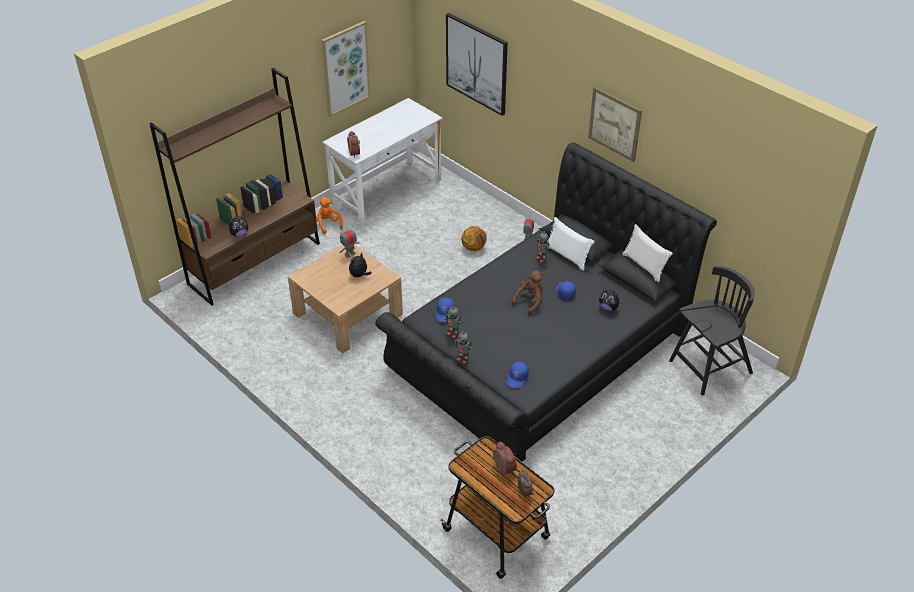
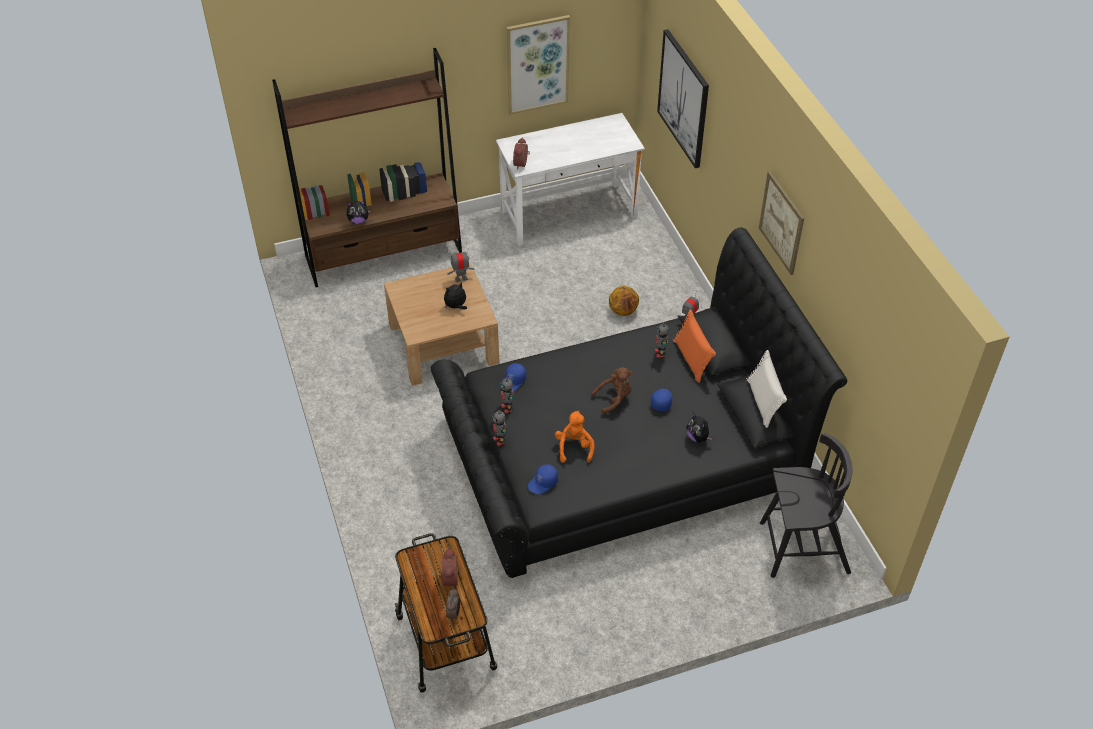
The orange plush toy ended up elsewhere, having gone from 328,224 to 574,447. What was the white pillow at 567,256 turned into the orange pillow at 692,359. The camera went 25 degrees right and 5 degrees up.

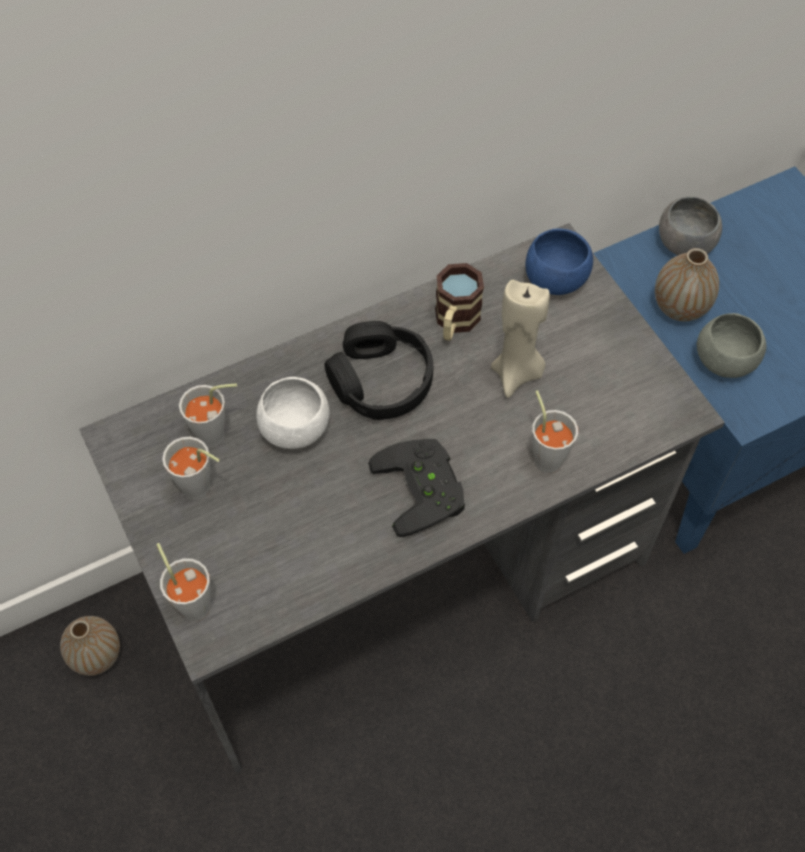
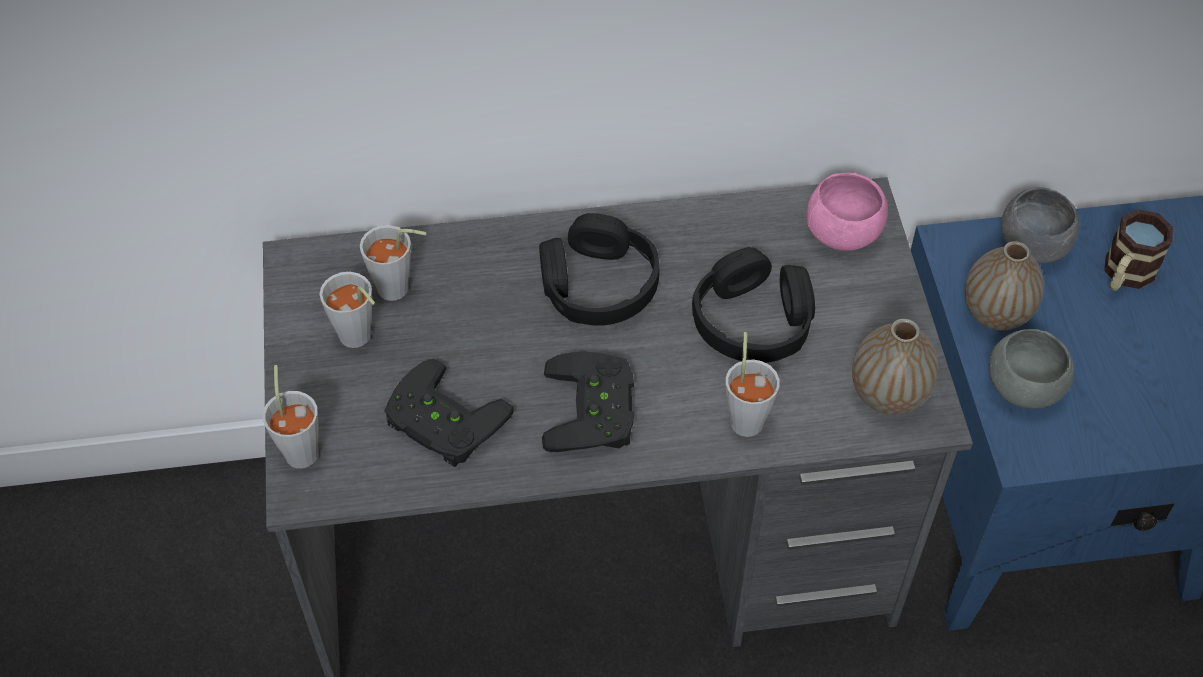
The second view lost the white bowl at 295,429. The second view gained the black game controller at 441,423. The vase ended up elsewhere, having gone from 97,656 to 888,394. The mug ended up elsewhere, having gone from 454,322 to 1124,275. Where the beige candle stood at 517,373, the black headphones came to stand at 753,320. What was the blue bowl at 556,279 turned into the pink bowl at 843,233. The camera went 20 degrees right and 5 degrees down.

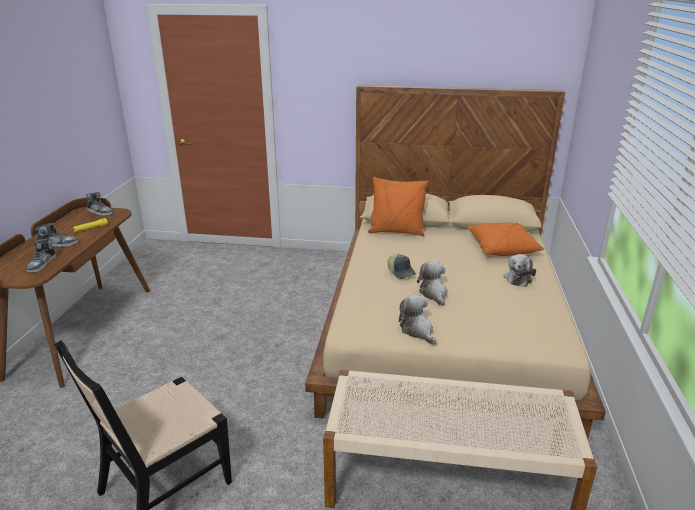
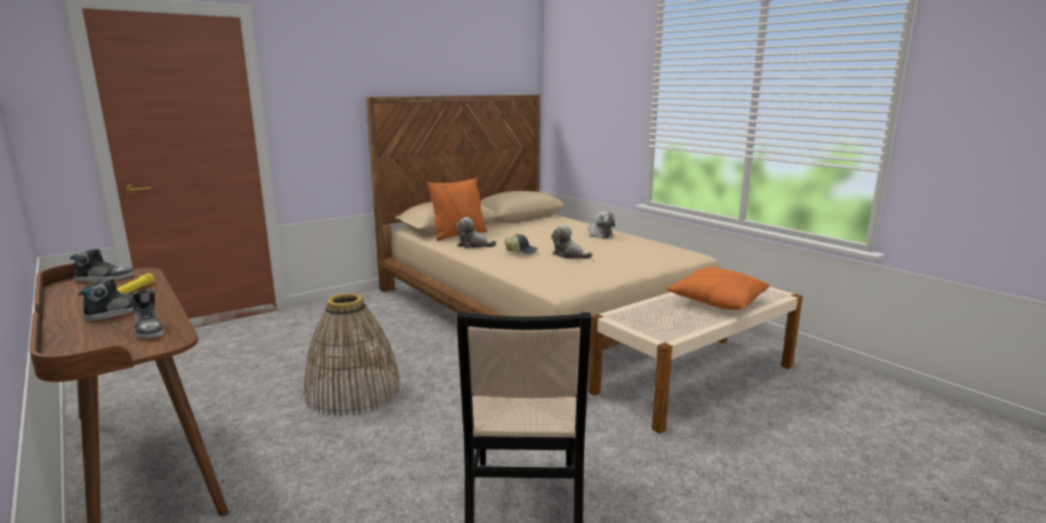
The second view gained the basket at 353,391. The plush toy ended up elsewhere, having gone from 417,330 to 473,245. The orange pillow ended up elsewhere, having gone from 501,248 to 716,302. The camera went 45 degrees left and 10 degrees down.

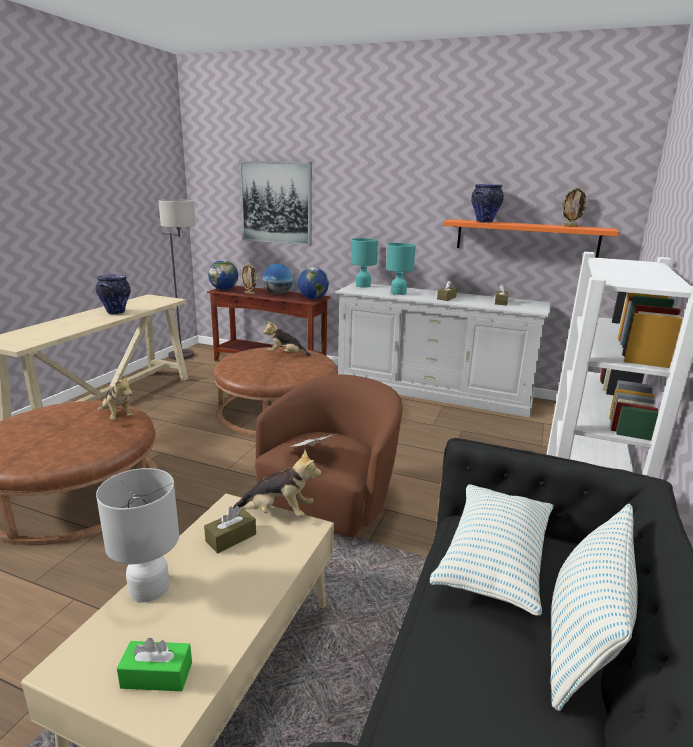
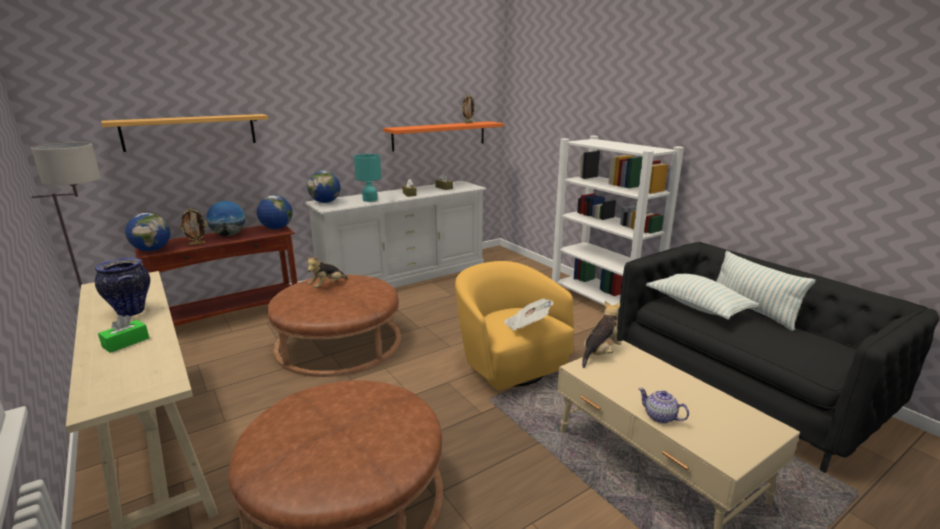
The second view lost the plush toy at 117,416. The second view lost the brown tissue box at 231,538. The second view lost the vase at 484,222. The green tissue box ended up elsewhere, having gone from 157,675 to 126,342. Where the grey table lamp stood at 148,588, the teapot came to stand at 660,417. Where the picture hung at 276,202, the shelf came to hang at 190,132. Where the turquoise table lamp stood at 363,286, the globe came to stand at 325,202. What was the brown armchair at 332,501 turned into the yellow armchair at 508,364. The camera went 55 degrees left and 0 degrees up.

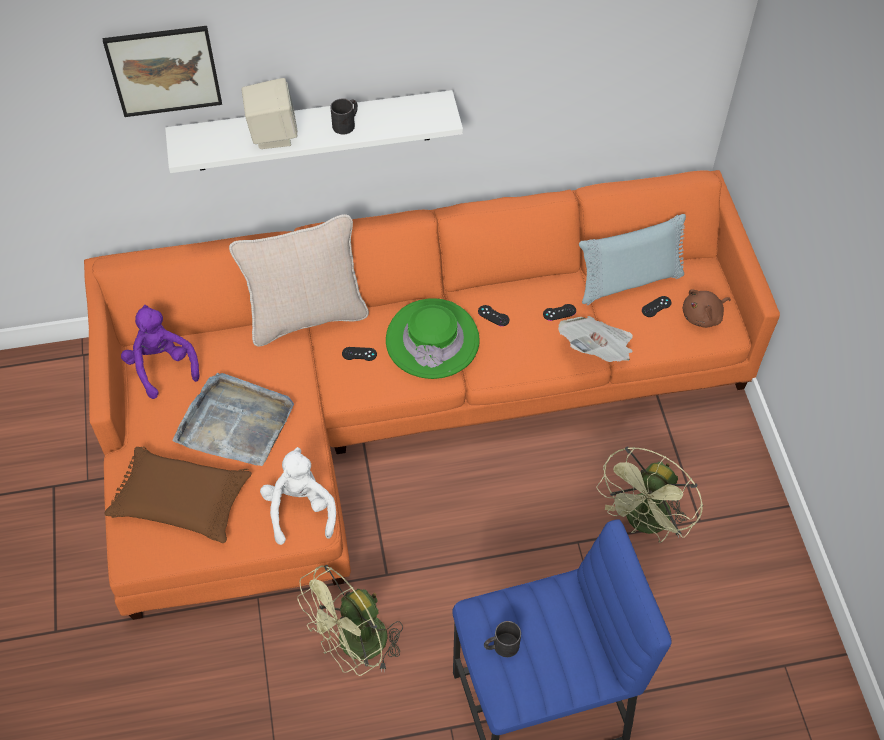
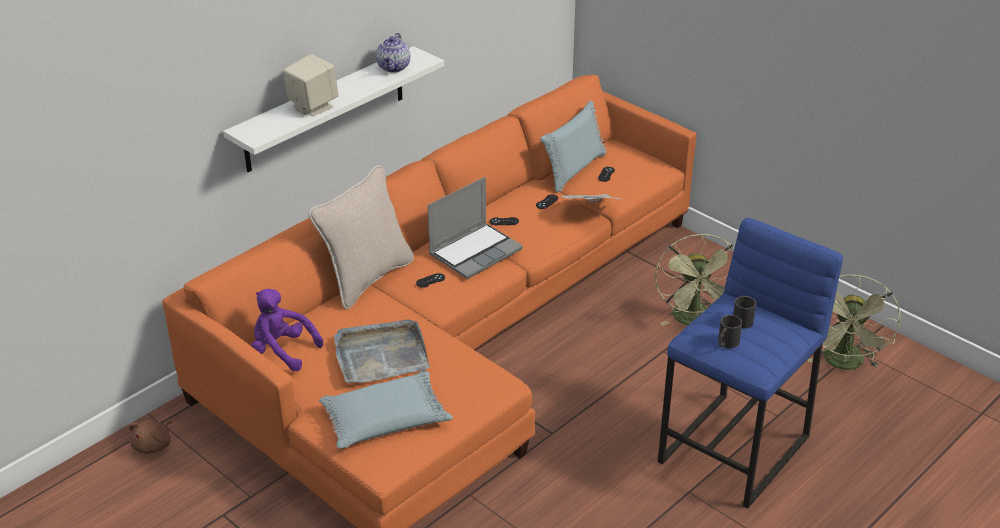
The second view lost the picture at 164,71. The second view lost the white plush toy at 300,509. The second view gained the teapot at 394,67. The green fan ended up elsewhere, having gone from 354,646 to 844,364. The black mug ended up elsewhere, having gone from 346,123 to 742,319. The brown plush toy ended up elsewhere, having gone from 703,316 to 154,445. Where the green hat stood at 432,340, the laptop came to stand at 475,251. What was the brown pillow at 181,498 turned into the blue pillow at 385,416. The camera went 35 degrees left and 20 degrees down.

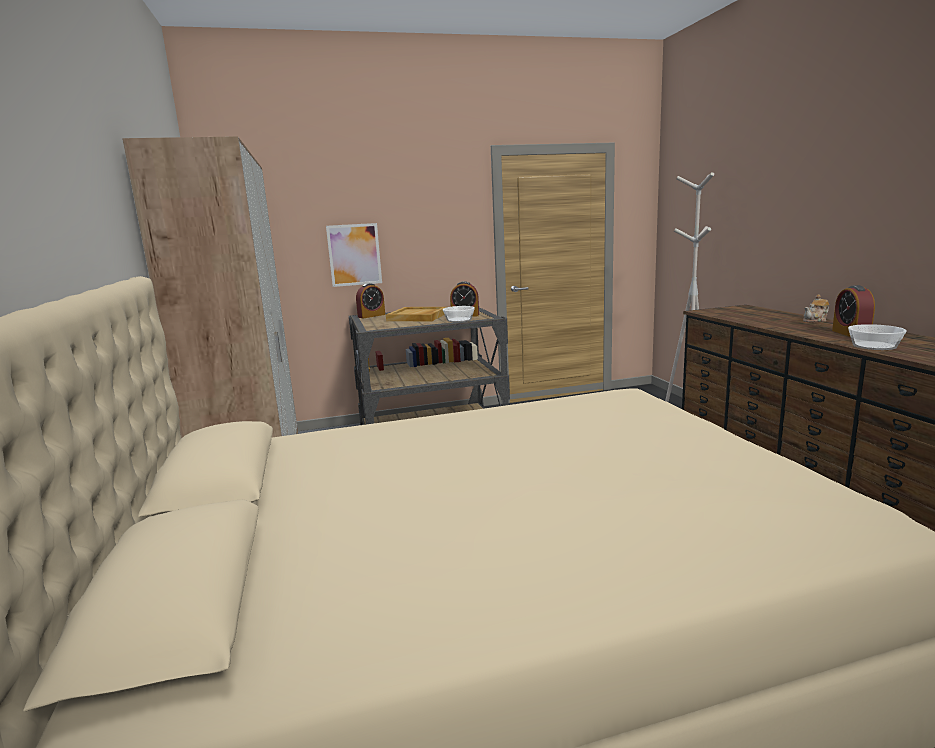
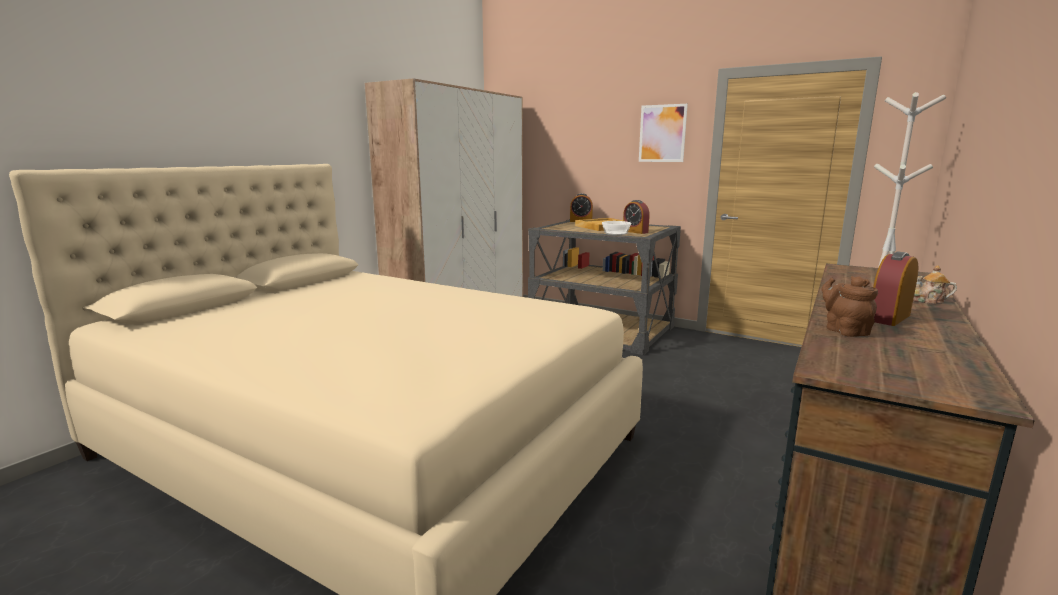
The picture ended up elsewhere, having gone from 354,255 to 662,133. Where the bowl stood at 874,346, the brown teapot came to stand at 844,330. The camera went 45 degrees right and 0 degrees up.

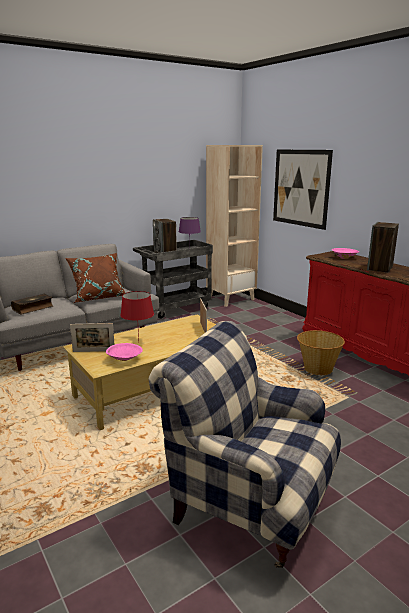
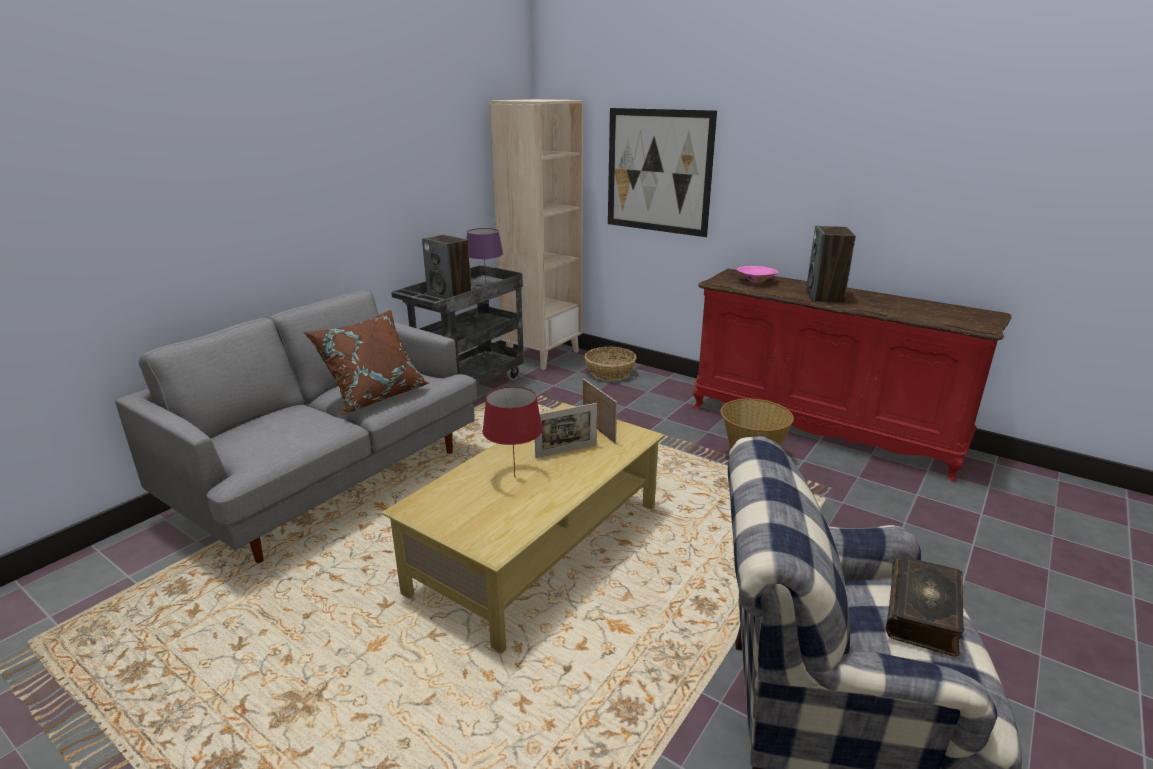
The second view lost the pink bowl at 125,359. The second view gained the basket at 610,373. The book ended up elsewhere, having gone from 33,308 to 923,614. The picture frame ended up elsewhere, having gone from 93,351 to 566,451. The camera went 20 degrees left and 5 degrees up.

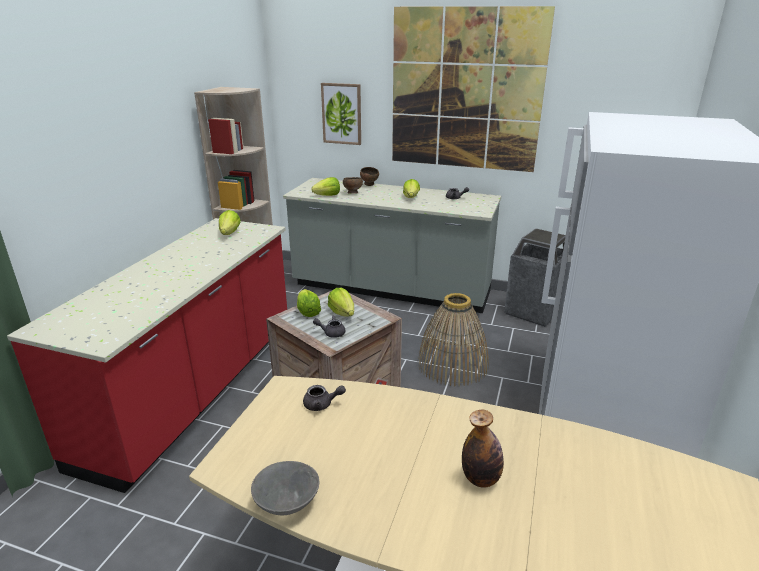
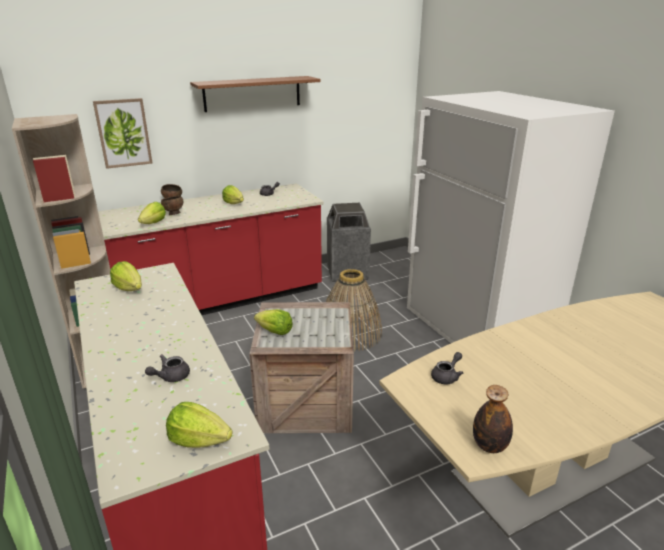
The second view lost the grey bowl at 288,504. The grey teapot ended up elsewhere, having gone from 331,333 to 170,377. The lettuce ended up elsewhere, having gone from 342,313 to 199,440. The bottle ended up elsewhere, having gone from 480,479 to 489,446. Where the picture hung at 465,91, the brown shelf came to hang at 252,93. What was the grey counter at 391,290 turned into the red counter at 223,301. The camera went 45 degrees left and 0 degrees up.

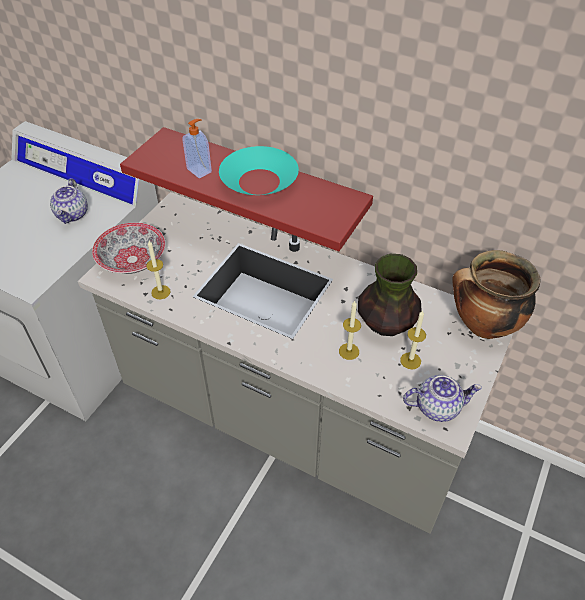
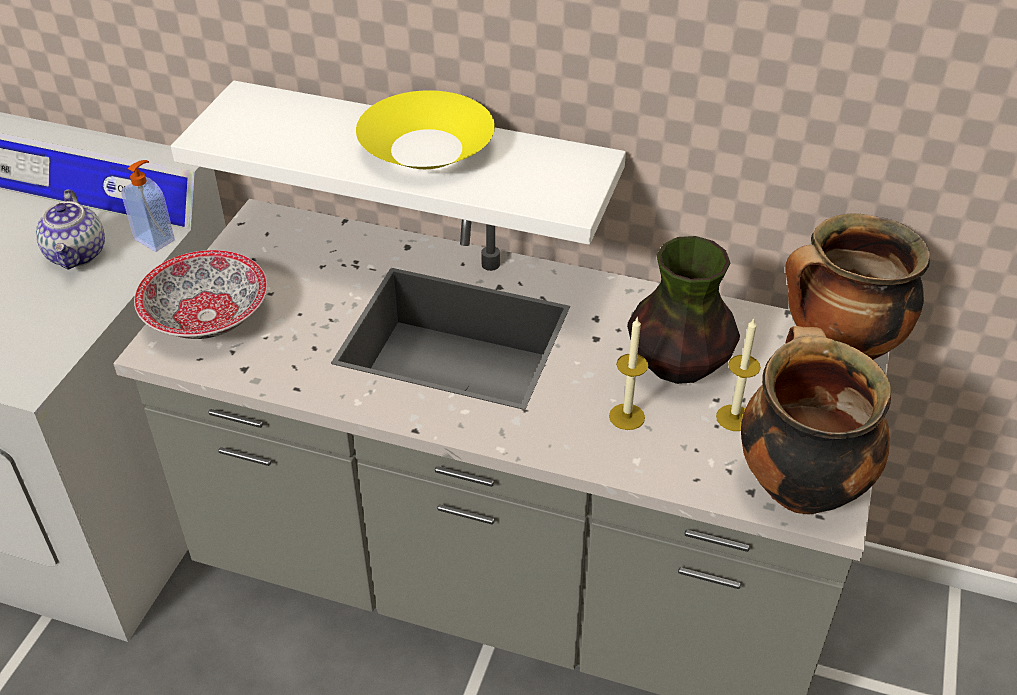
The second view lost the candle at 161,292. The soap dispenser ended up elsewhere, having gone from 200,170 to 155,239. Where the teapot stood at 437,406, the cooking pot came to stand at 798,484. What was the red shelf at 263,183 turned into the white shelf at 424,157. What was the turquoise bowl at 259,181 turned into the yellow bowl at 426,148. The camera went 10 degrees left and 5 degrees down.

